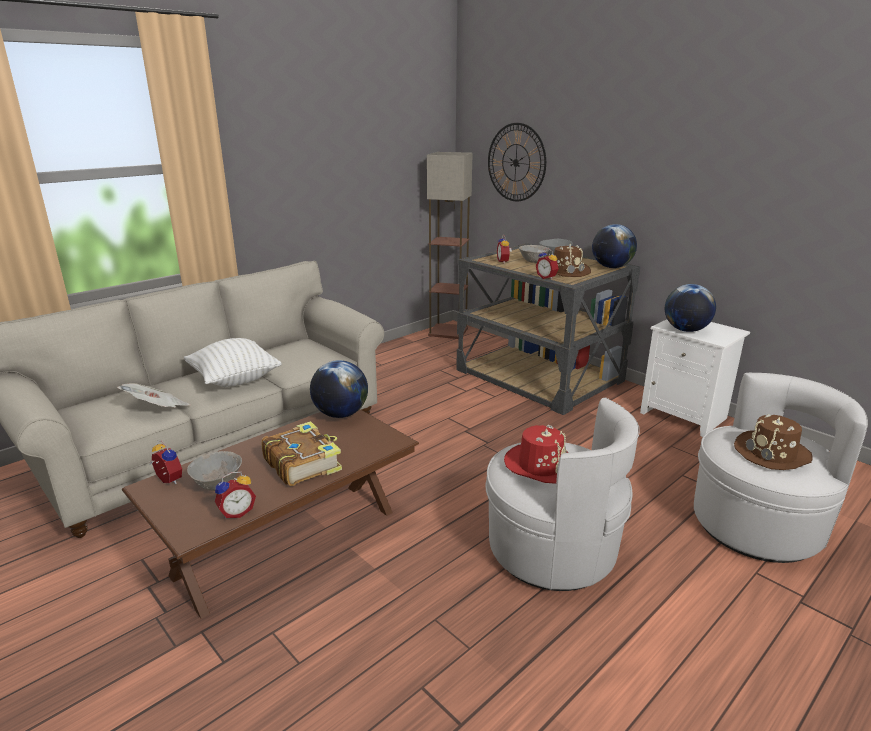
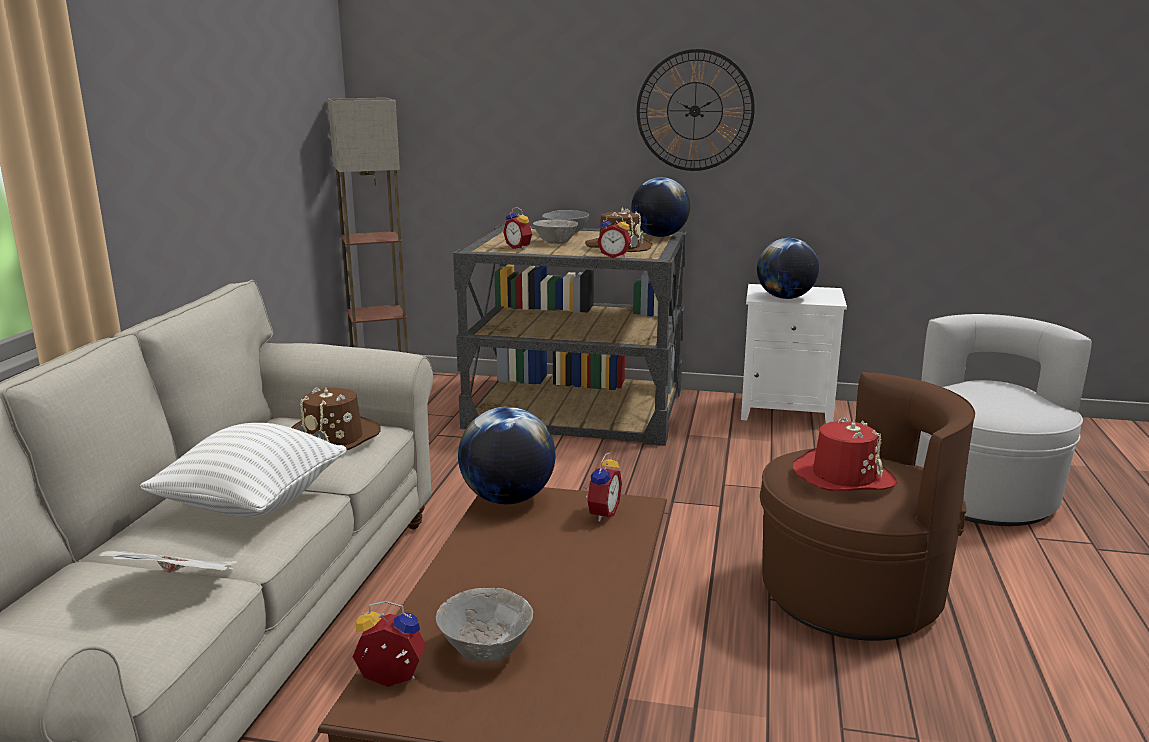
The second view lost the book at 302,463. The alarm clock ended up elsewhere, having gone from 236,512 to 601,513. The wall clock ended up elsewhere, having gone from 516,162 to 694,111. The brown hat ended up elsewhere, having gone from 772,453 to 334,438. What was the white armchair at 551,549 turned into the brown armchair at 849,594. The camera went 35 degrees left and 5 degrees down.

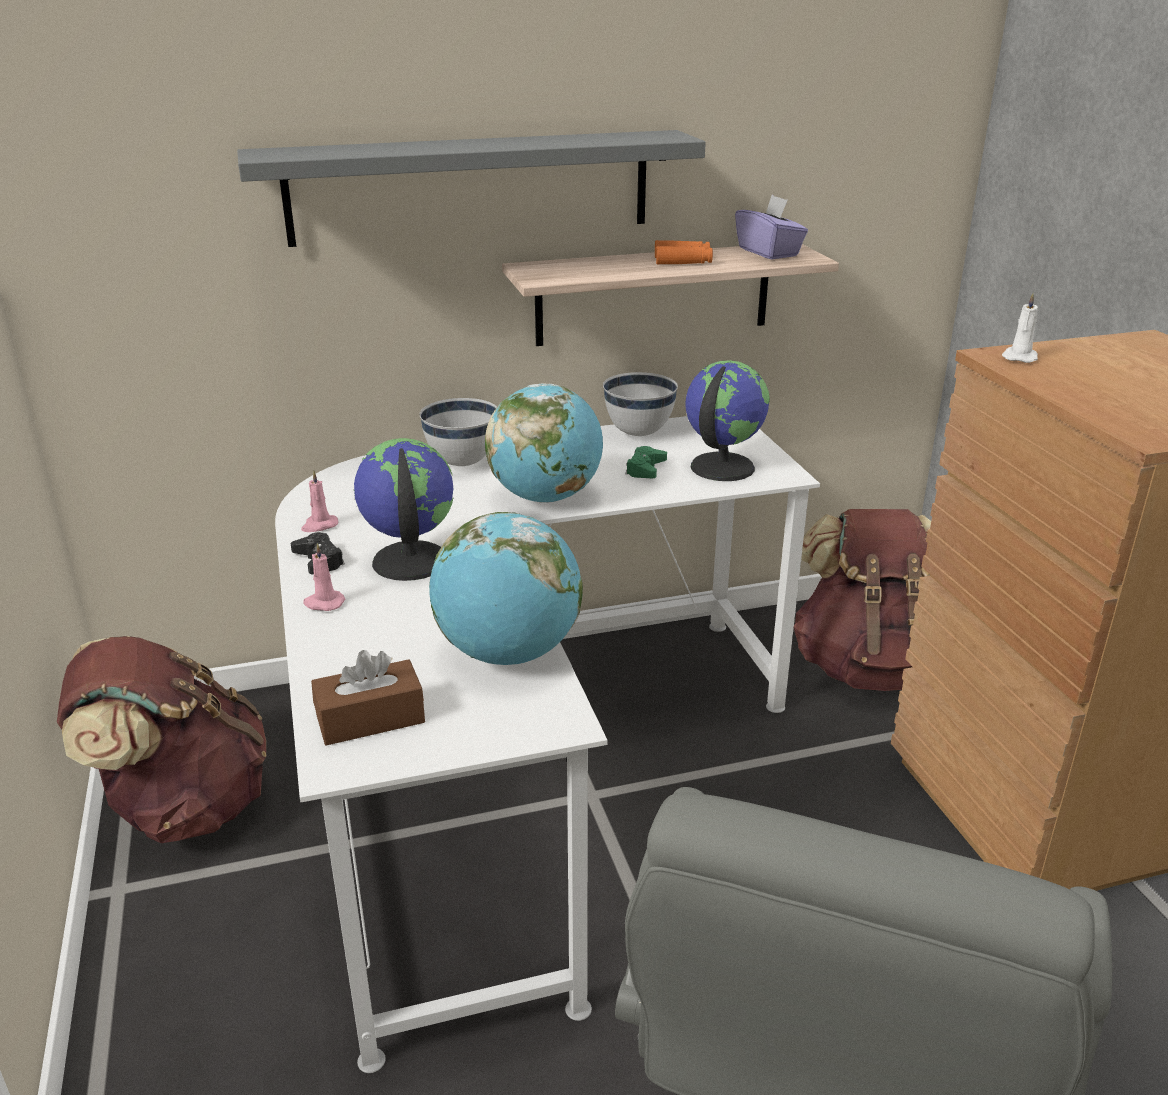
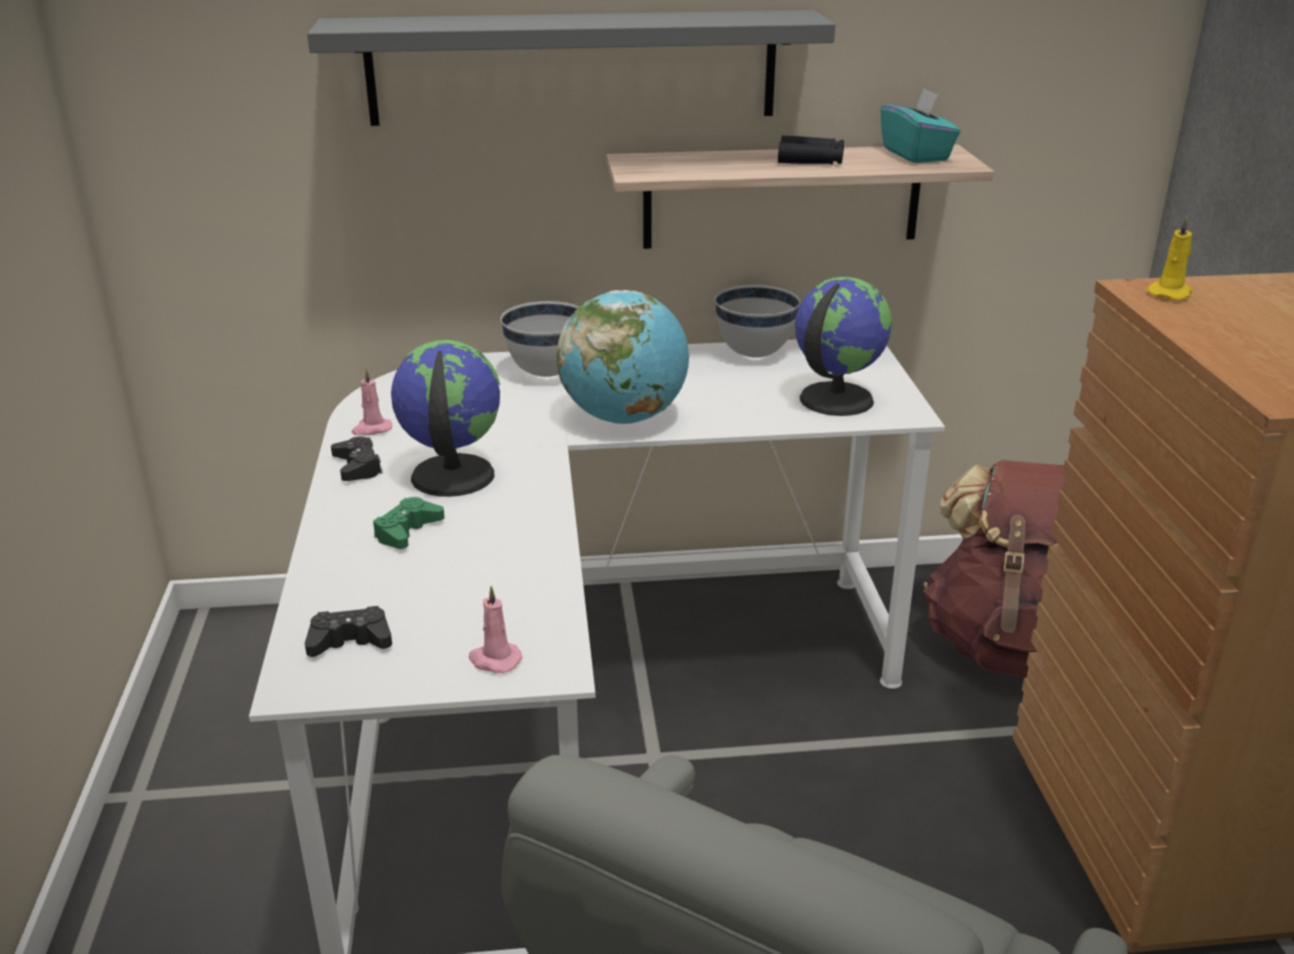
The second view lost the brown backpack at 182,806. The second view lost the globe at 508,653. The pink candle ended up elsewhere, having gone from 323,603 to 494,660. The green game controller ended up elsewhere, having gone from 645,469 to 407,531. Where the brown tissue box stood at 370,719, the black game controller came to stand at 350,641. What was the orange binoculars at 683,261 turned into the black binoculars at 810,160. What was the purple tissue box at 769,252 turned into the turquoise tissue box at 916,155. What was the white candle at 1020,357 turned into the yellow candle at 1170,293. The camera went 10 degrees right and 0 degrees up.

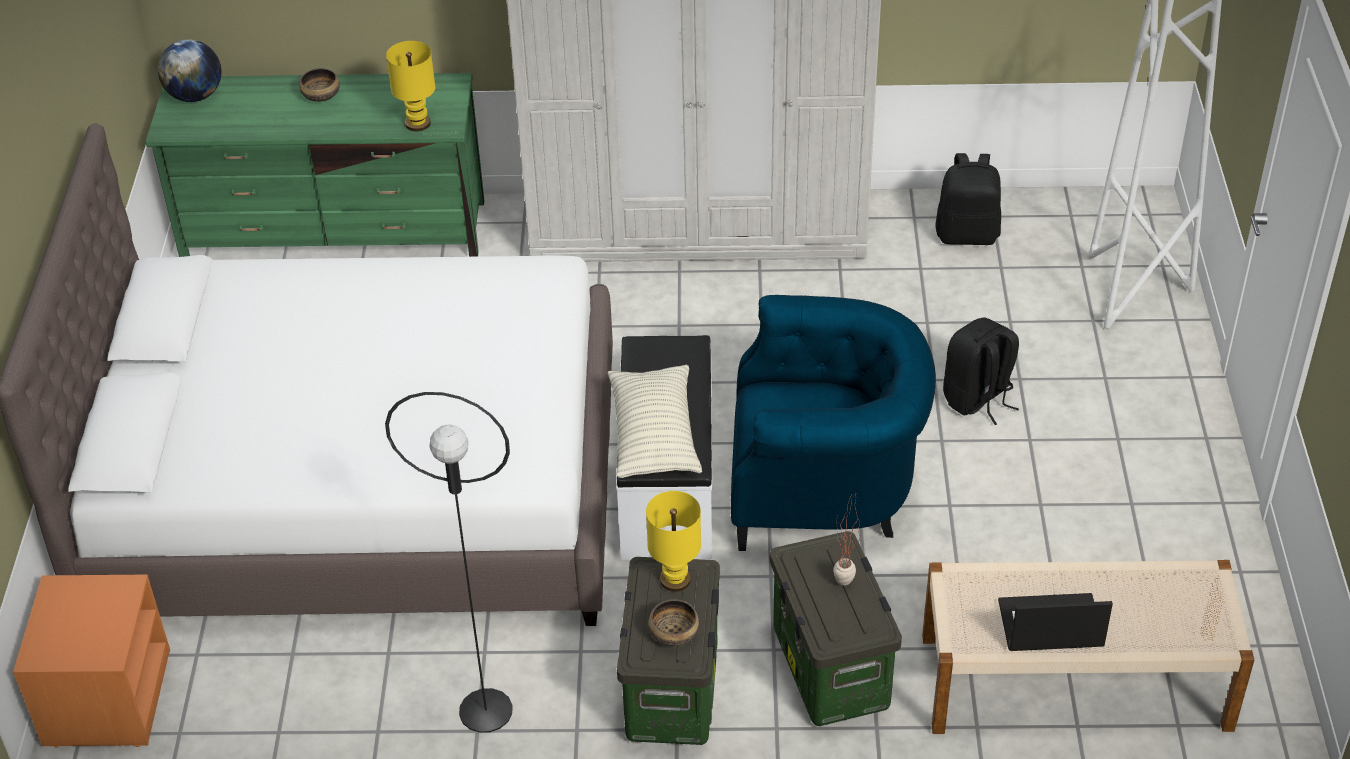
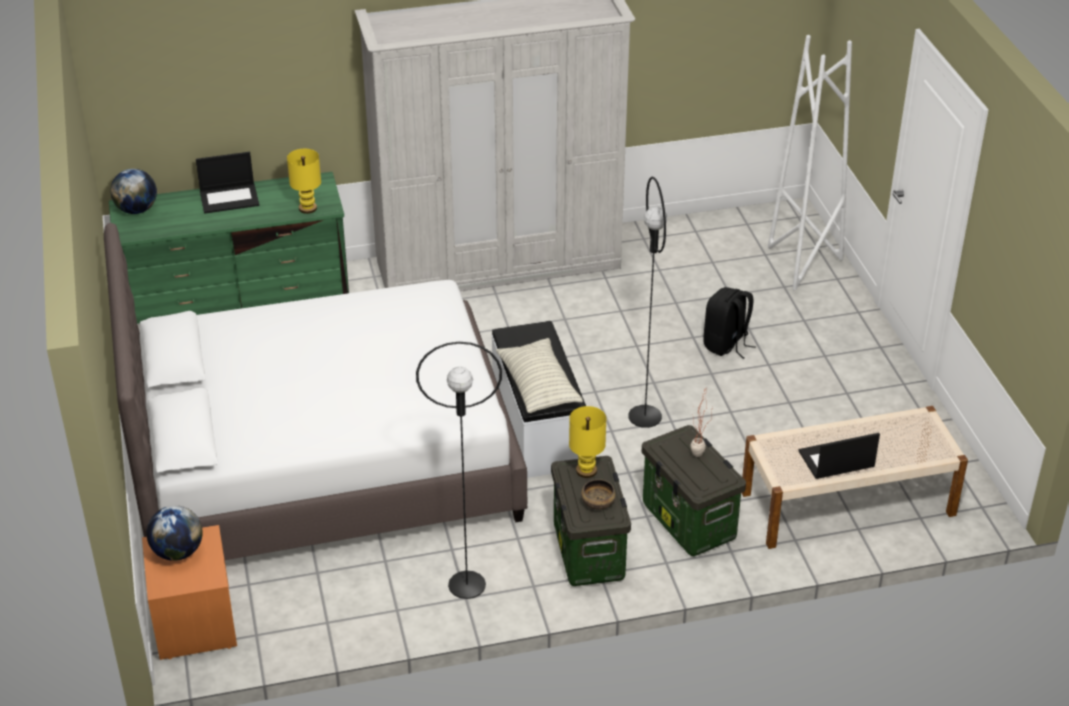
The second view lost the black backpack at 967,234. The second view gained the globe at 177,552. Where the bowl stood at 321,95, the laptop came to stand at 230,198. Where the blue armchair stood at 824,492, the black floor lamp came to stand at 645,416. The camera went 15 degrees left and 5 degrees down.

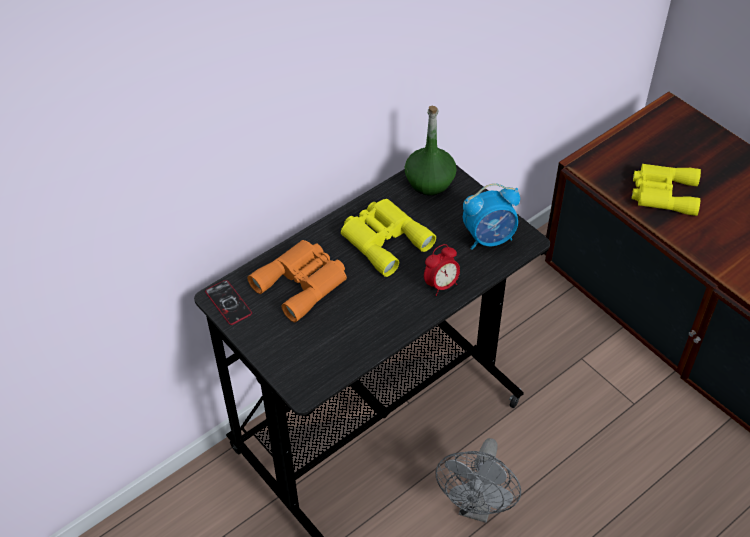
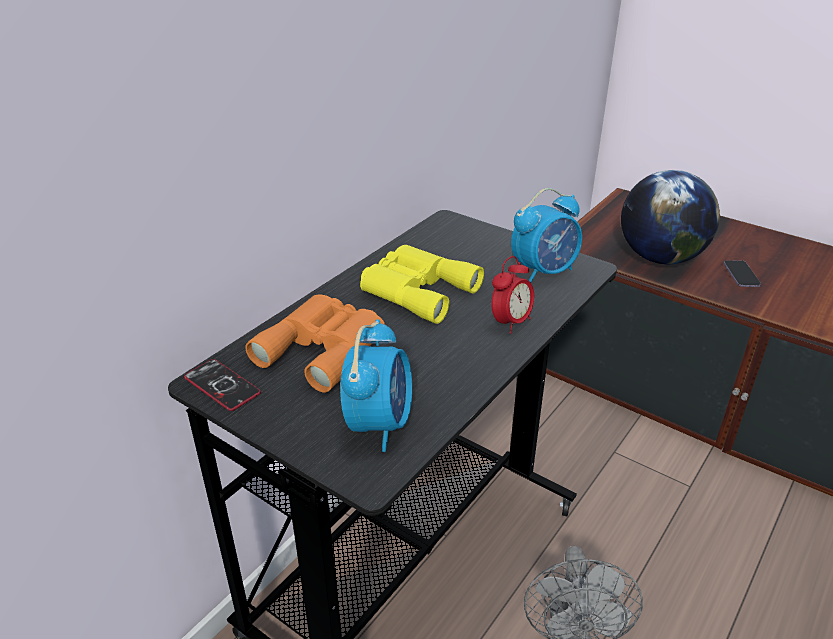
The second view lost the green bottle at 429,182. The second view gained the alarm clock at 379,423. The second view gained the phone at 741,275. Where the yellow binoculars stood at 662,193, the globe came to stand at 660,258. The camera went 15 degrees left and 15 degrees down.

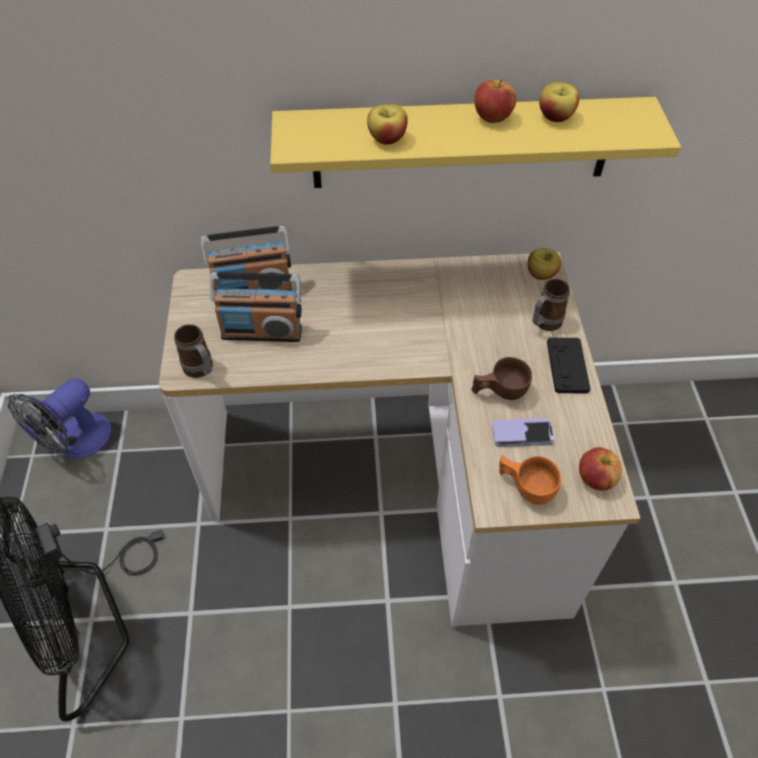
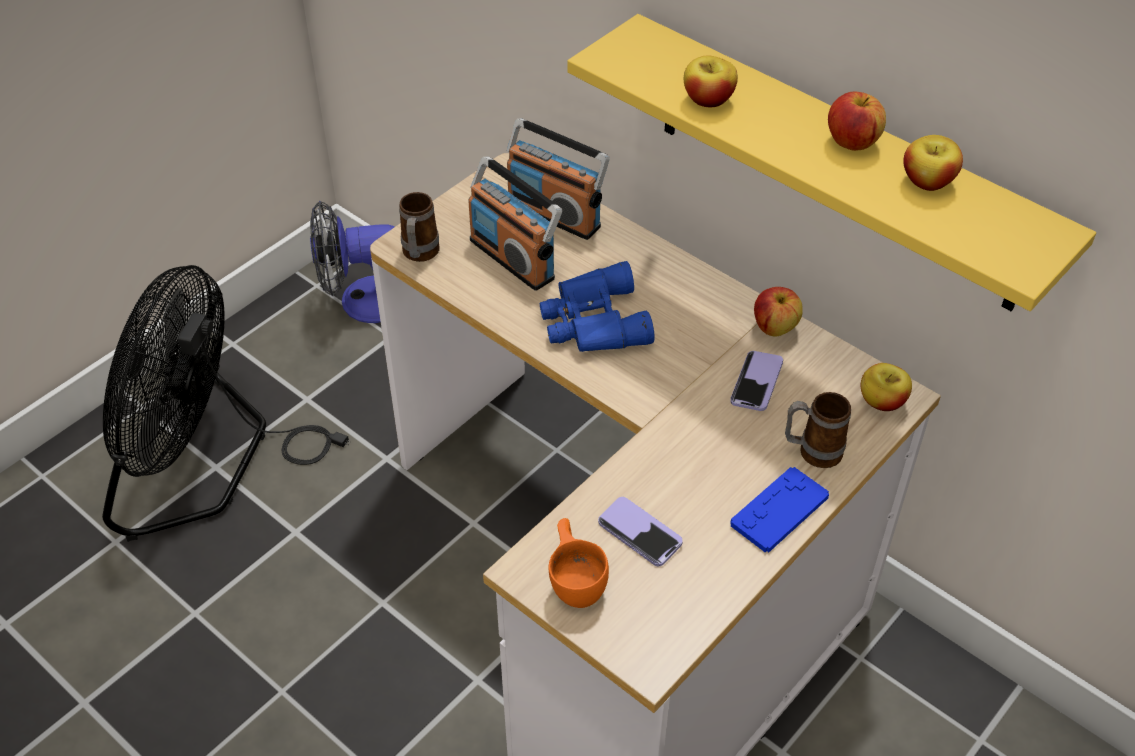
The second view lost the brown cup at 499,391. The second view gained the blue binoculars at 592,322. The second view gained the phone at 756,382. The apple ended up elsewhere, having gone from 595,479 to 774,327. What was the black game controller at 567,366 turned into the blue game controller at 779,510. The camera went 45 degrees right and 5 degrees down.

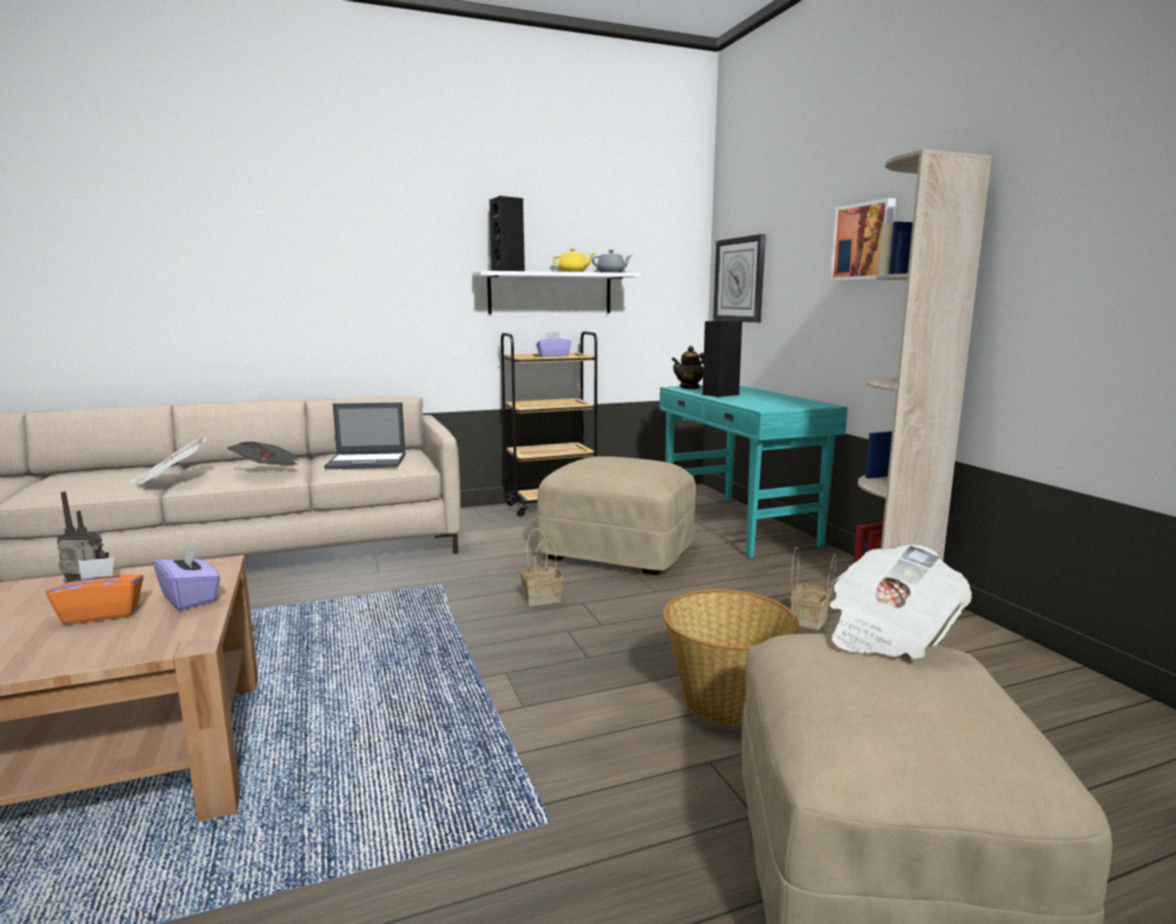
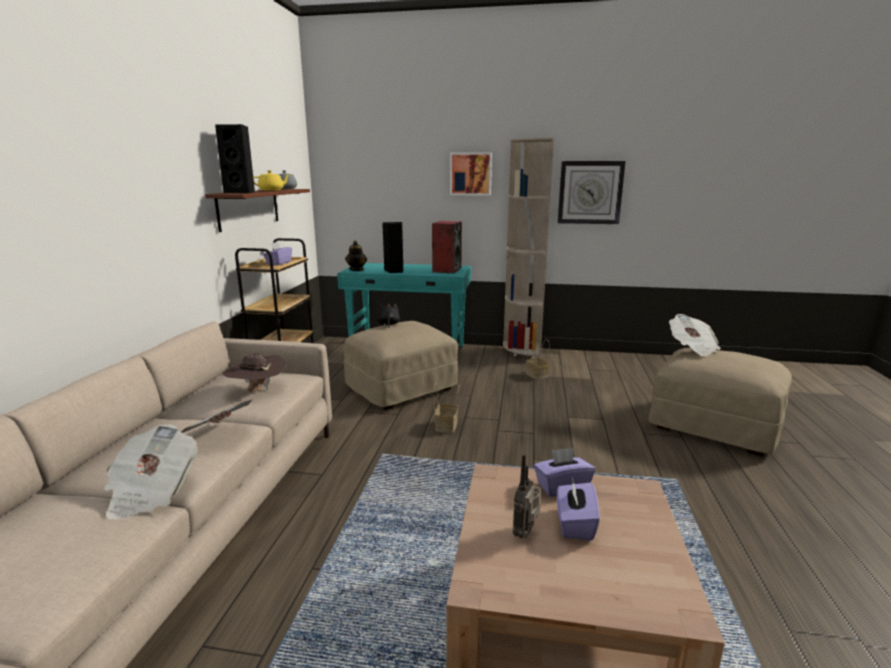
The second view lost the basket at 725,701. The second view gained the black plush toy at 388,324. The second view gained the speaker at 446,270. The wall clock ended up elsewhere, having gone from 739,280 to 590,192. Where the laptop stood at 368,462, the brown hat came to stand at 257,390. What was the orange tissue box at 102,614 turned into the purple tissue box at 574,524. What was the white shelf at 550,293 turned into the brown shelf at 249,208. The camera went 60 degrees left and 5 degrees up.

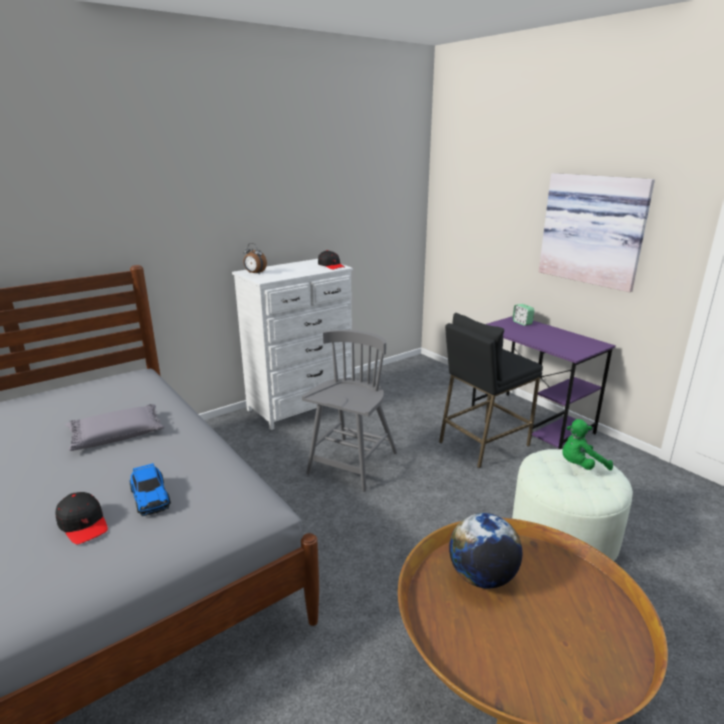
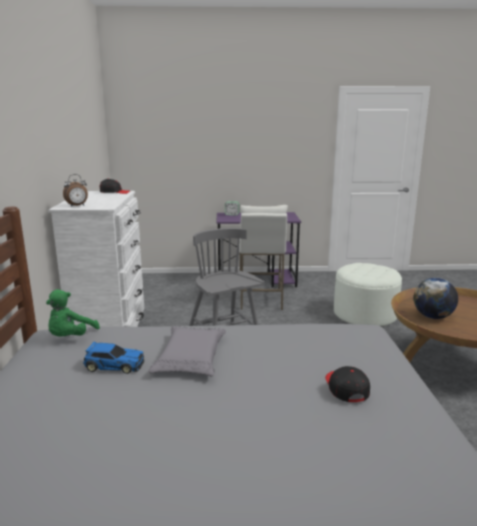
The second view lost the picture at 594,230. The toy car ended up elsewhere, having gone from 151,496 to 114,365. The green plush toy ended up elsewhere, having gone from 580,466 to 70,337. What was the black stool at 483,444 turned into the white stool at 260,299. The black cap at 83,524 ended up facing another way, 90 degrees counterclockwise from before. The camera went 55 degrees left and 5 degrees down.

